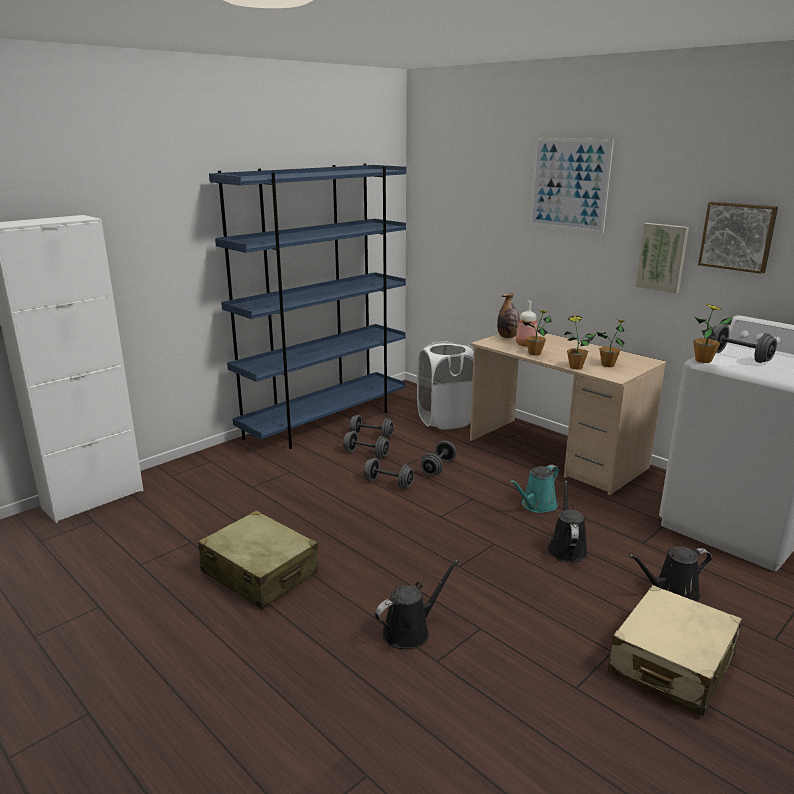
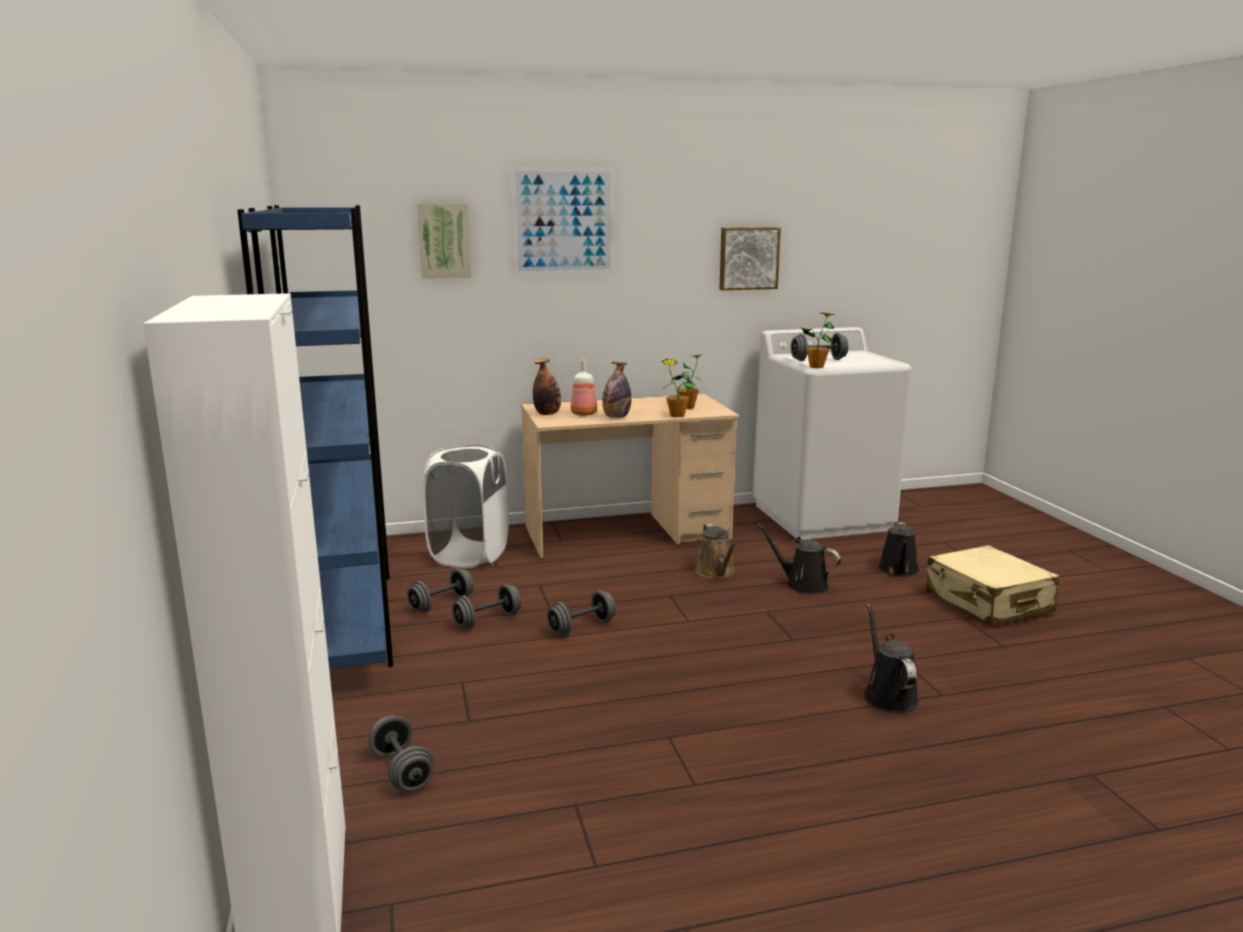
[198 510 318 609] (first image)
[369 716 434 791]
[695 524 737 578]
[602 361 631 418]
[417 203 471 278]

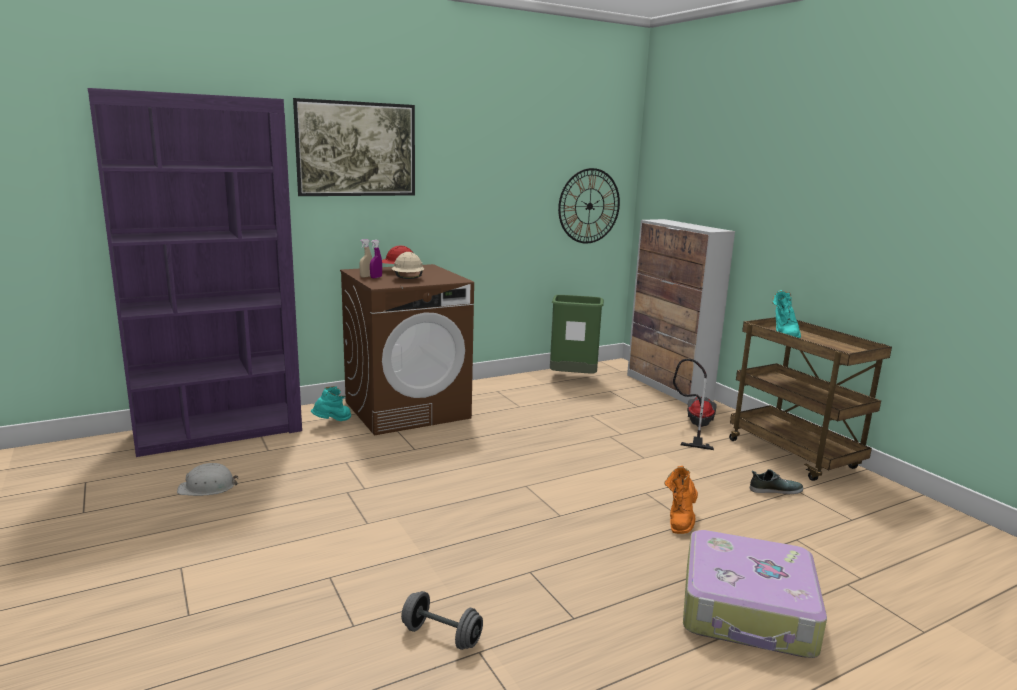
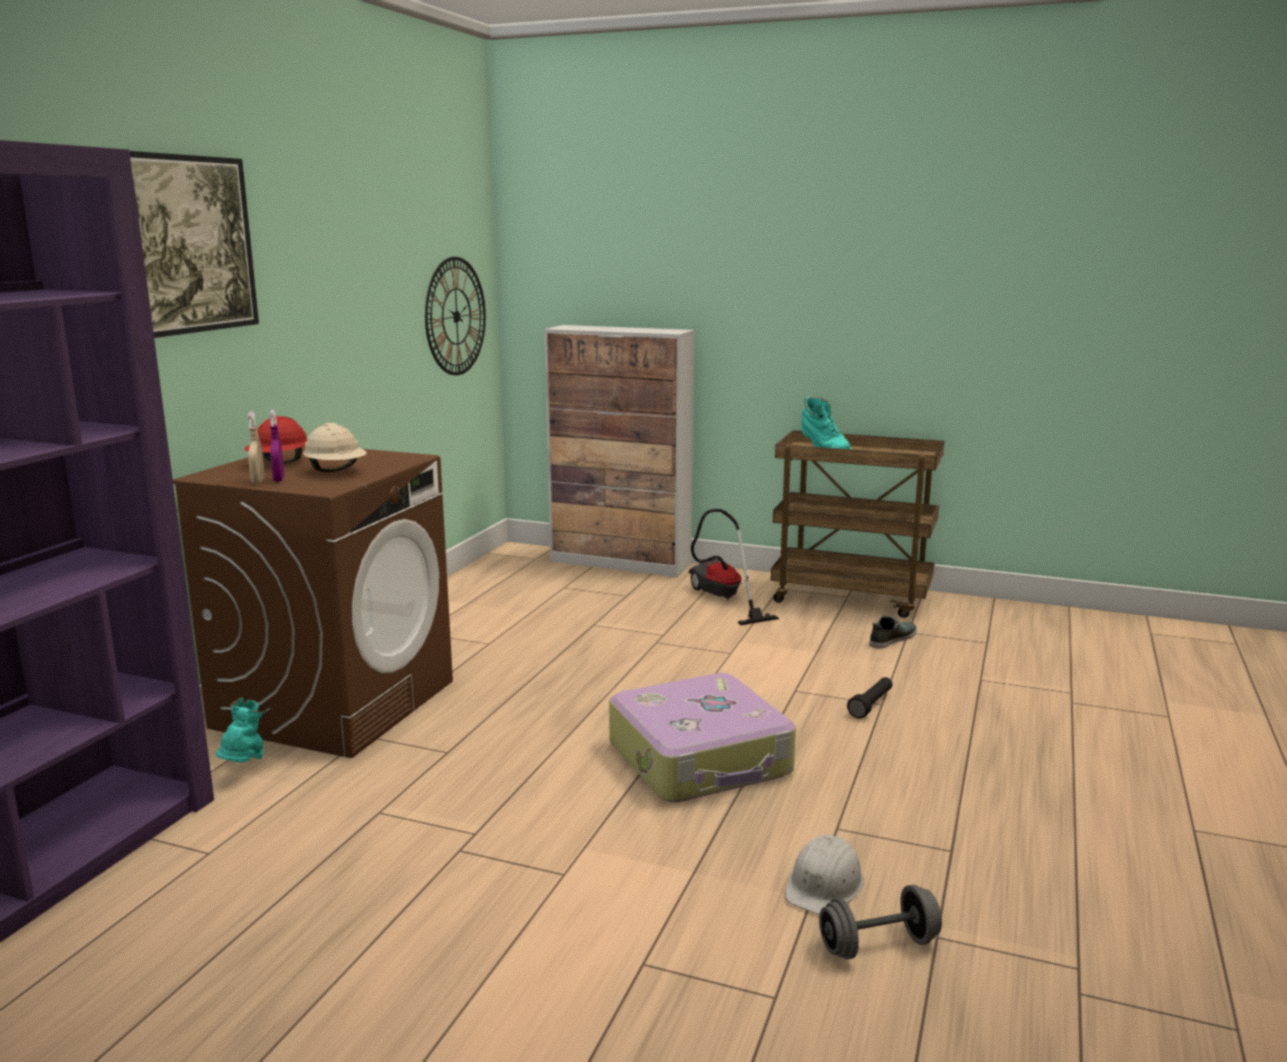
[785 835 864 914]
[550 295 604 374] (first image)
[847 677 893 719]
[609 673 796 803]

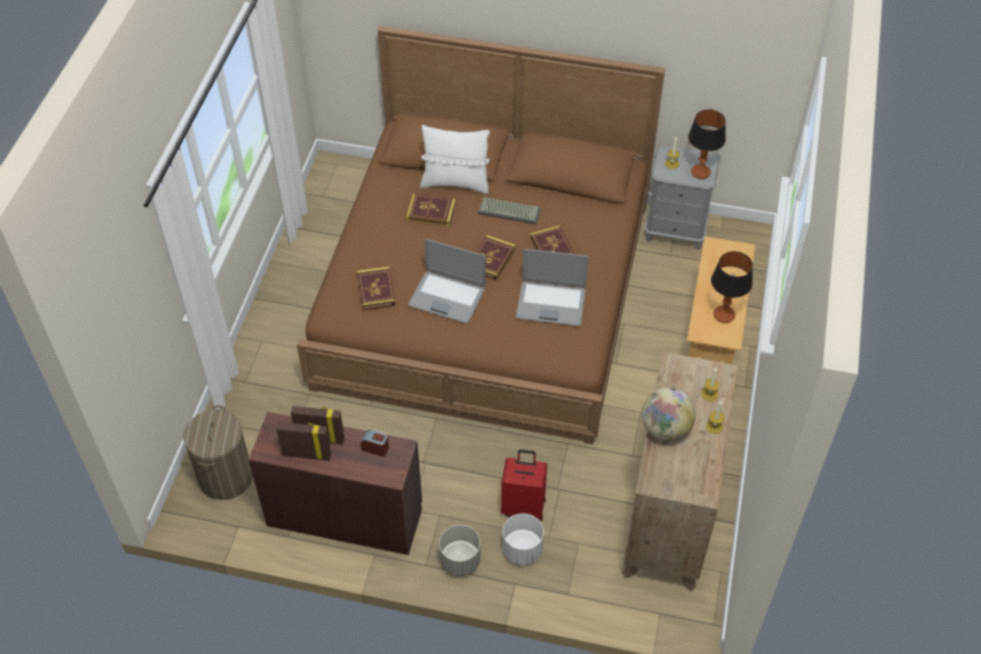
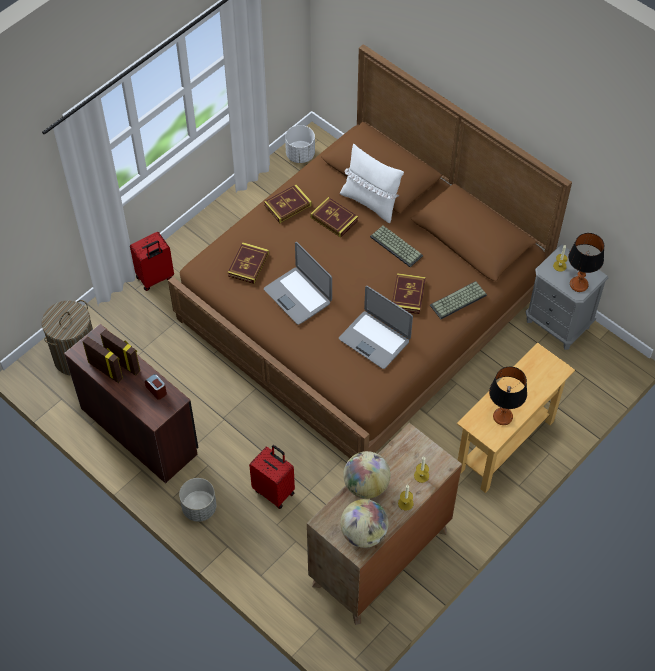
[264 184 312 223]
[285 125 315 163]
[130 232 174 291]
[340 499 388 548]
[430 281 487 319]

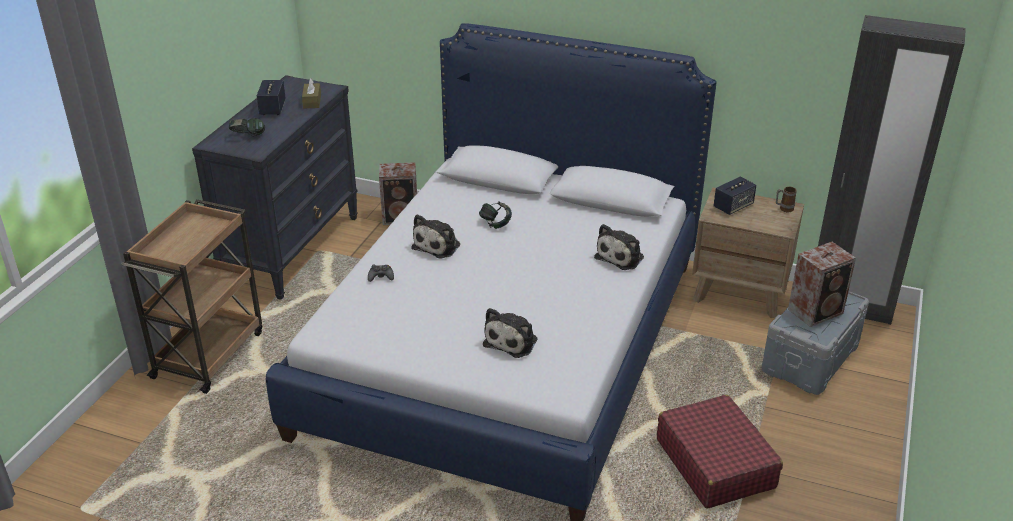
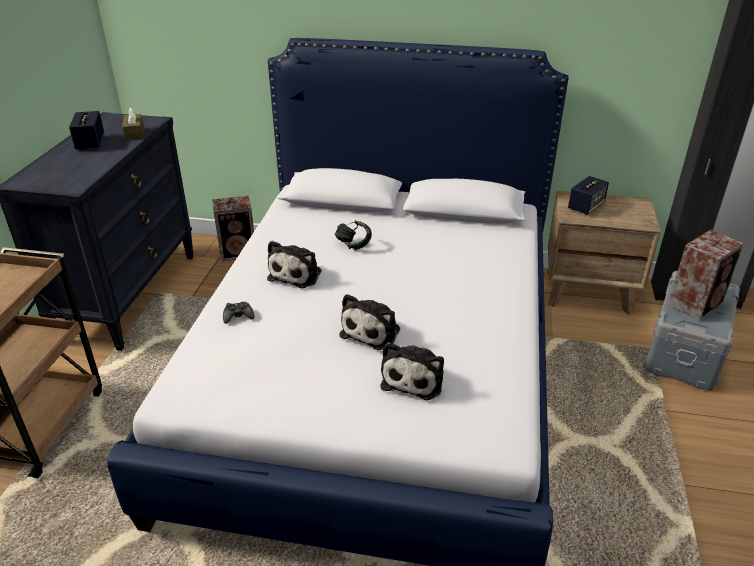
[229 117 265 136] (first image)
[340 294 400 350]
[657 395 783 508] (first image)
[776 187 796 212] (first image)

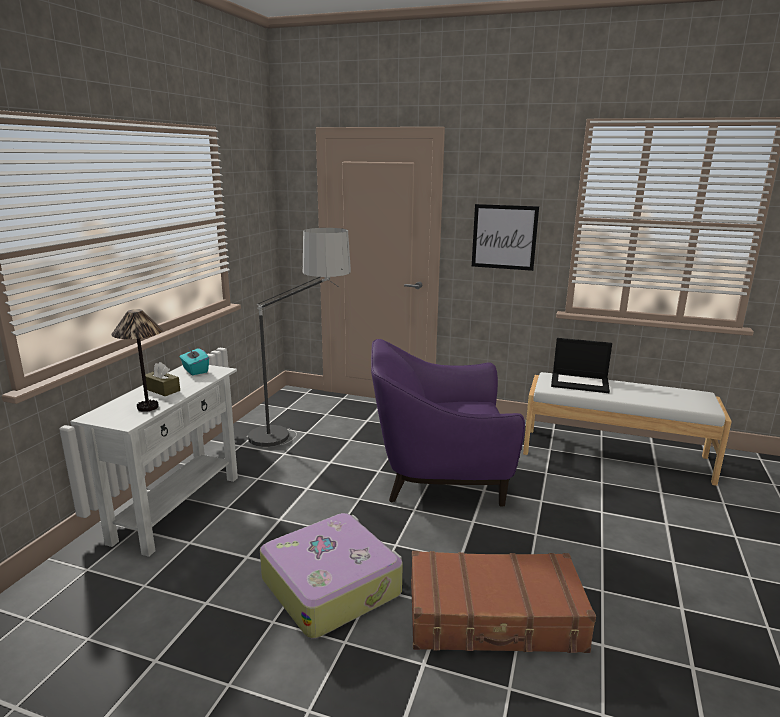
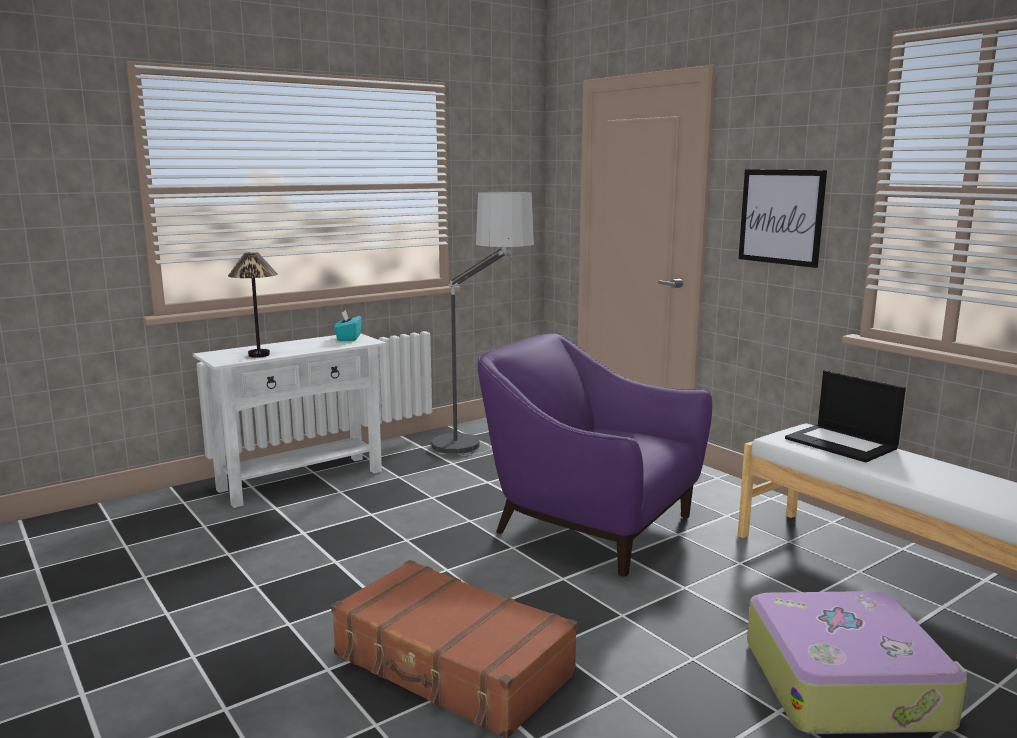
[145 362 180 396] (first image)
[747 591 967 734]

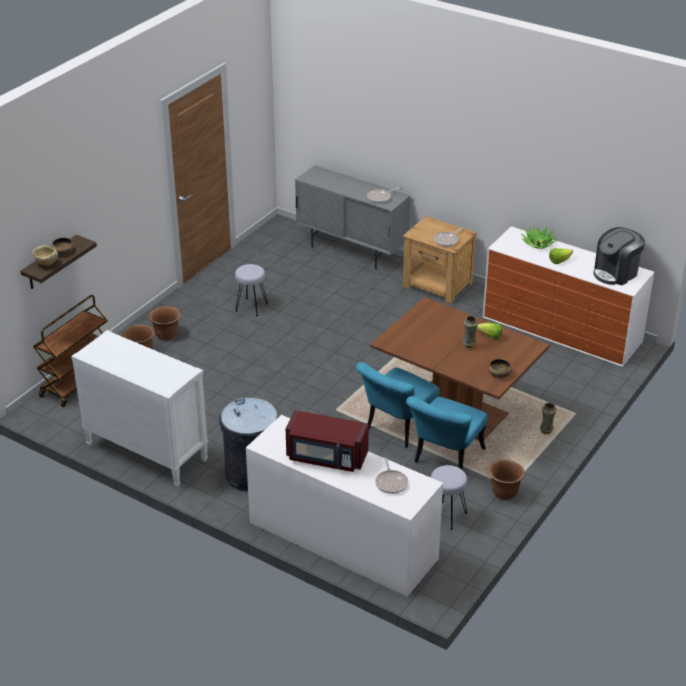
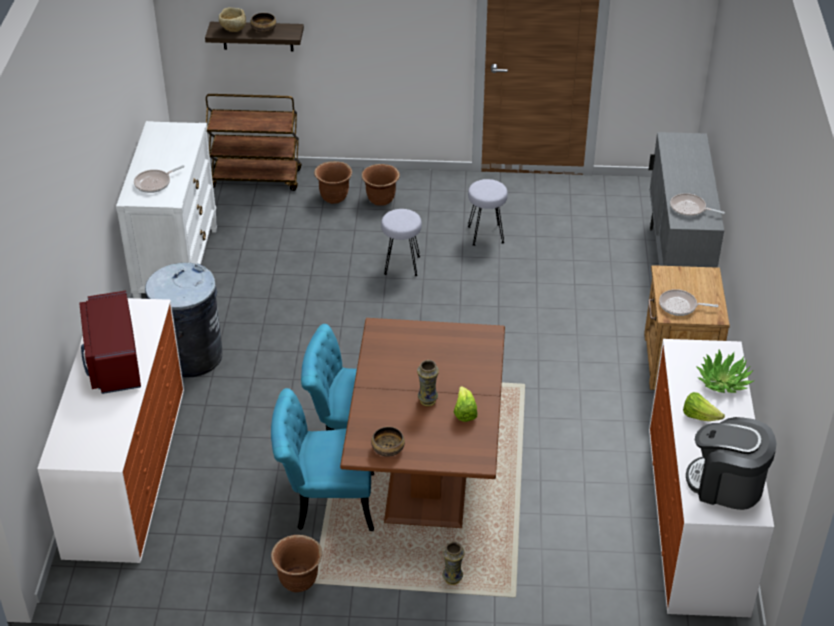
[134 165 185 193]
[381 209 422 276]

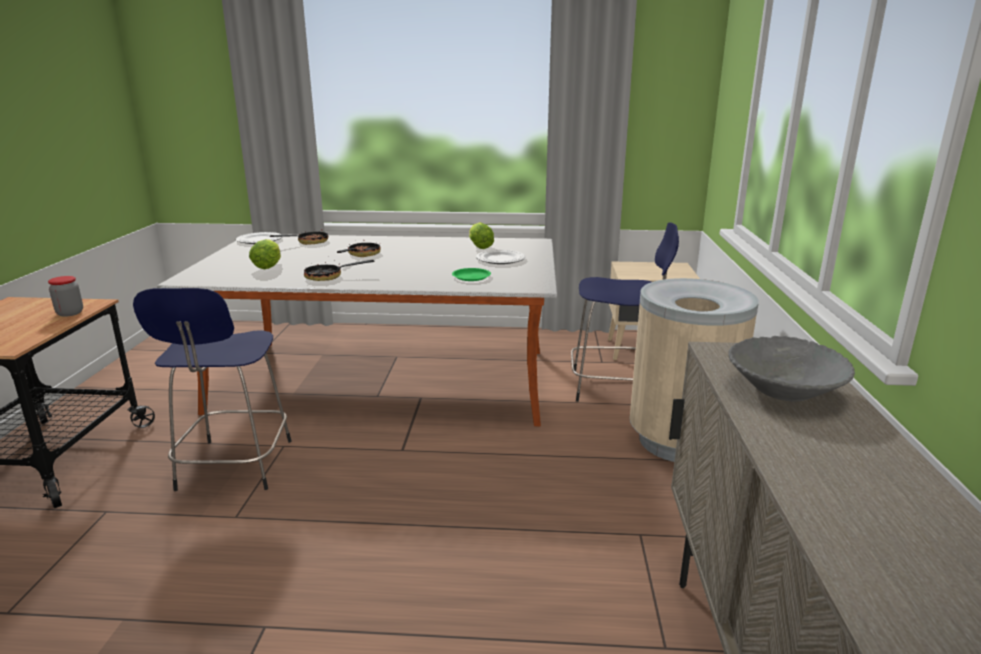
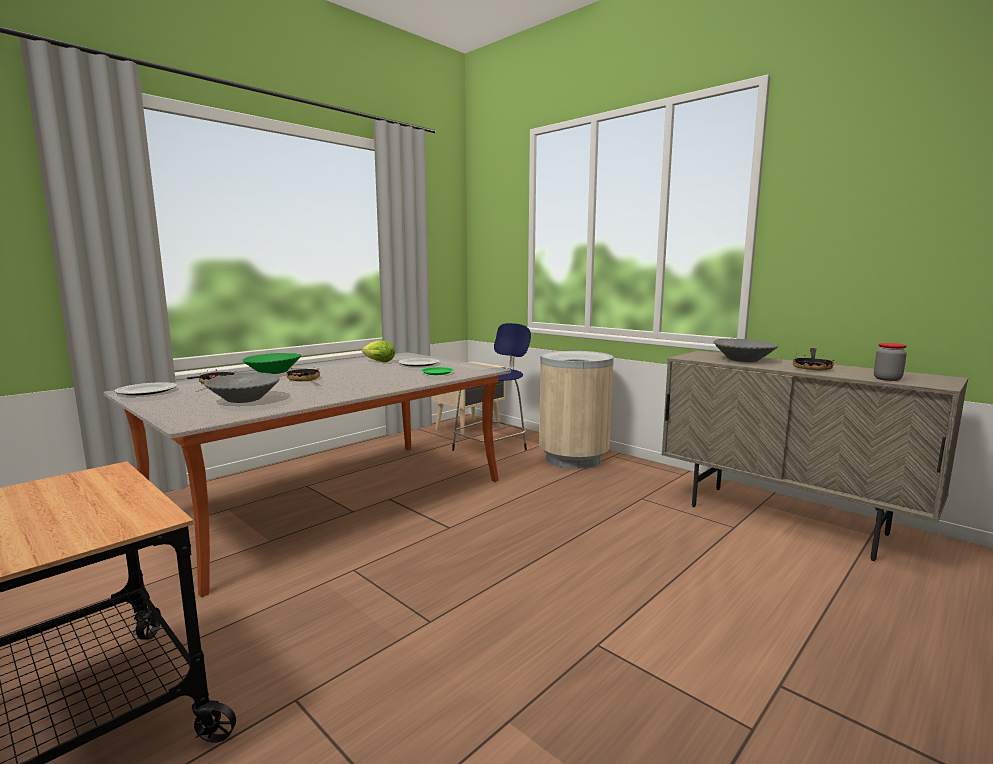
[874 343 907 381]
[133 288 292 491] (first image)
[204 372 280 403]
[793 348 834 371]
[243 353 301 374]

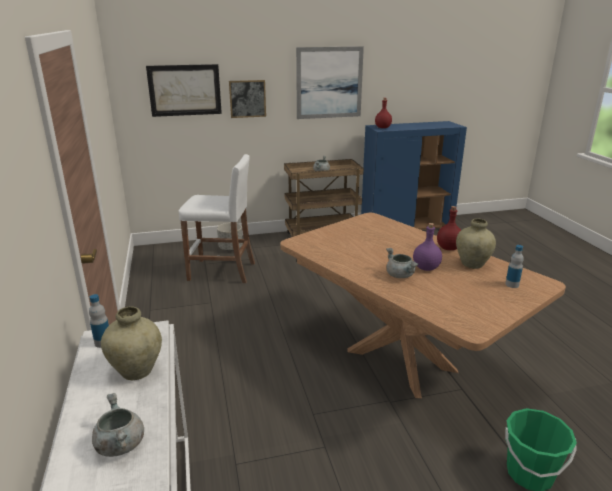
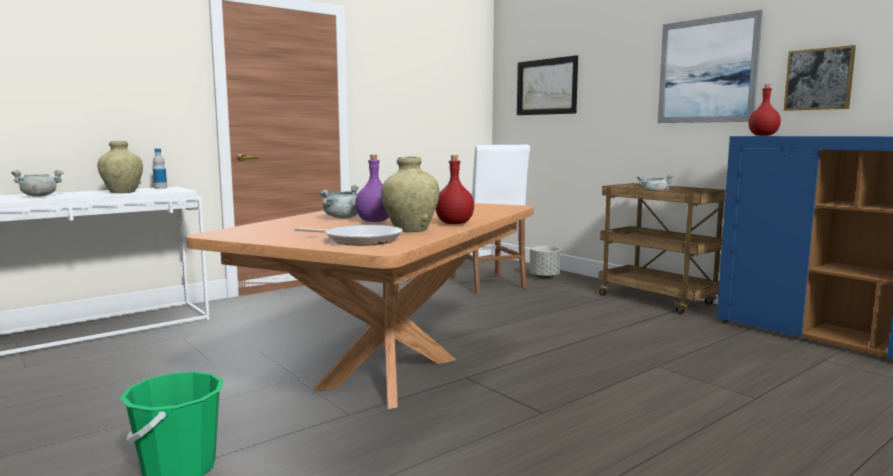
[784 45 856 111]
[294 225 403 246]

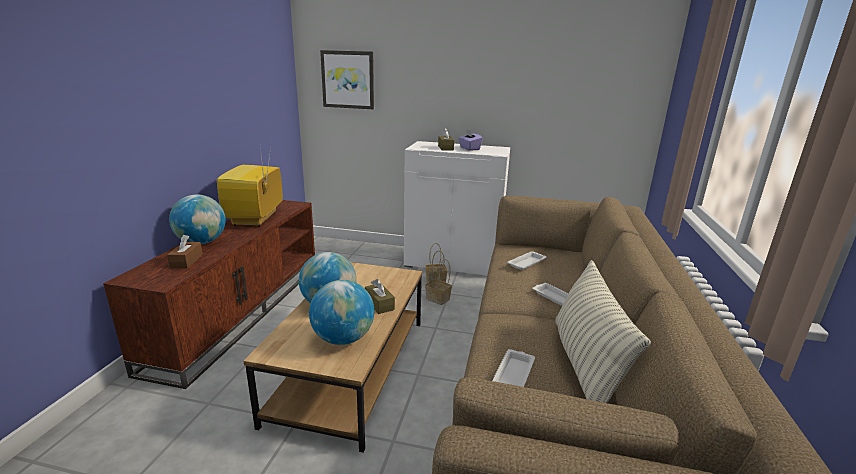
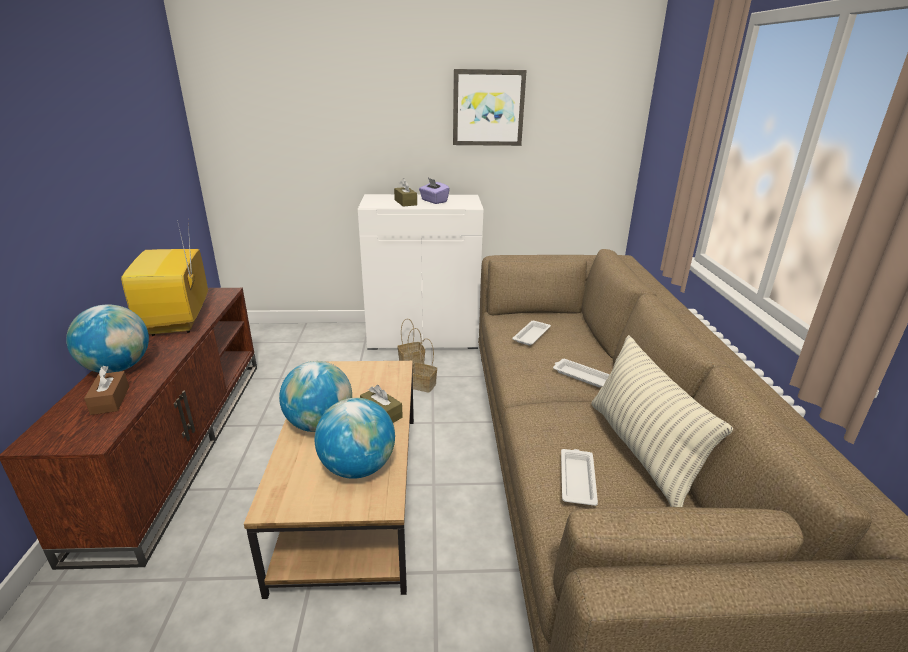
[453 69 527 146]

